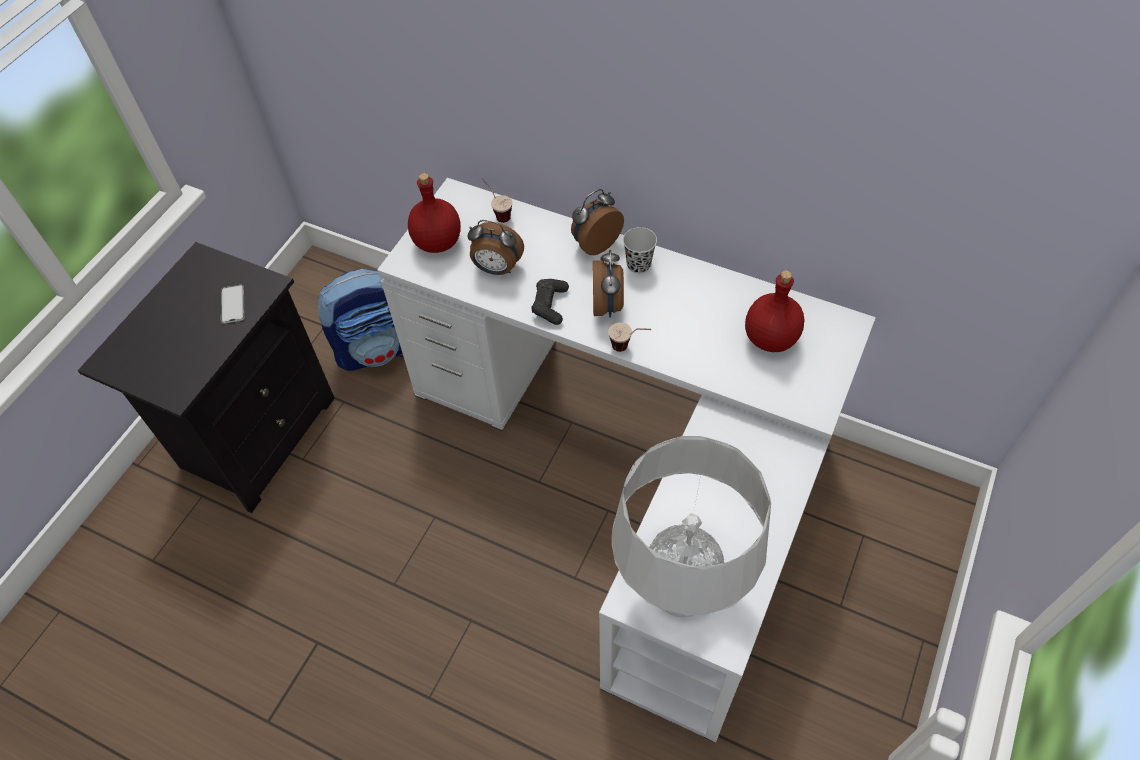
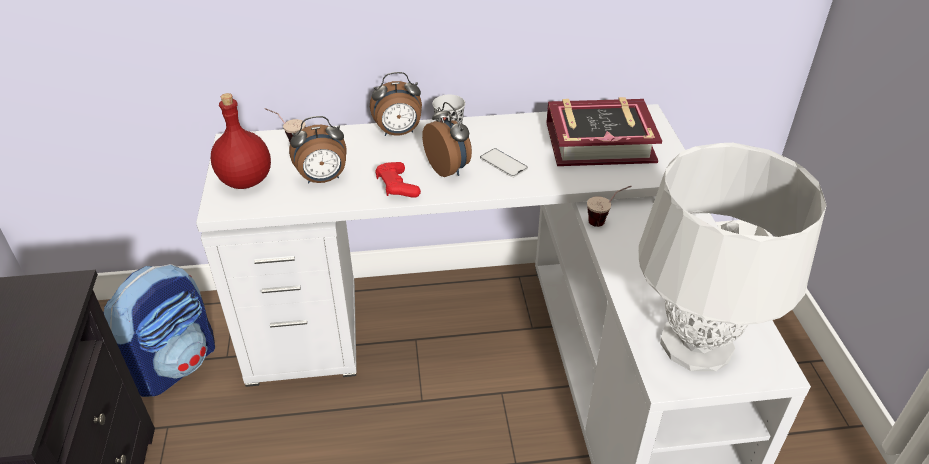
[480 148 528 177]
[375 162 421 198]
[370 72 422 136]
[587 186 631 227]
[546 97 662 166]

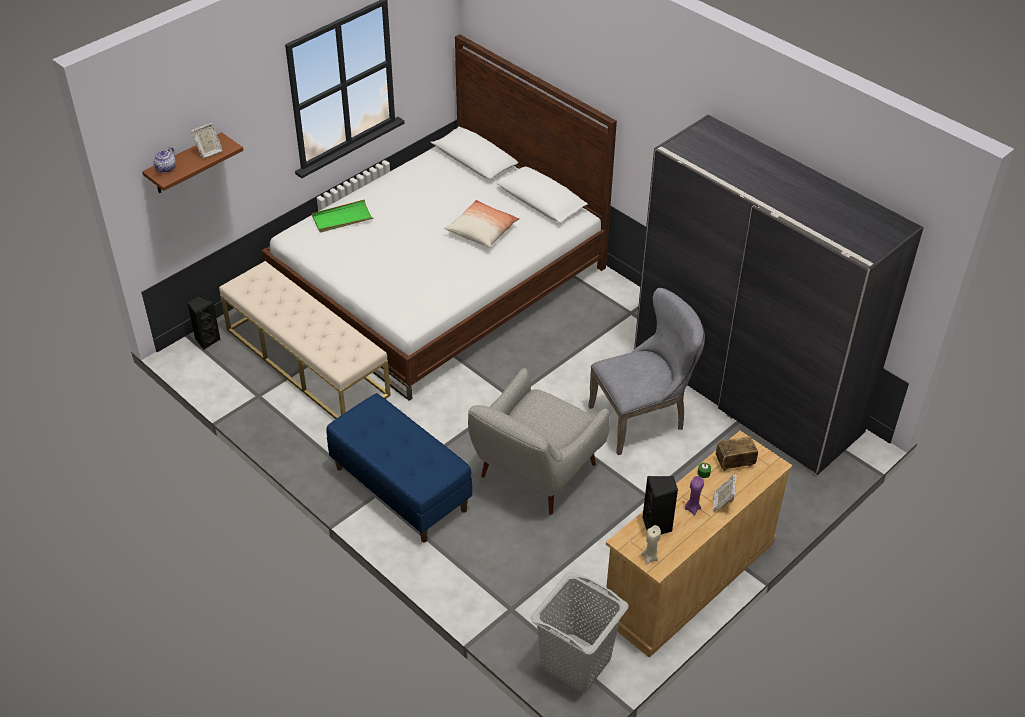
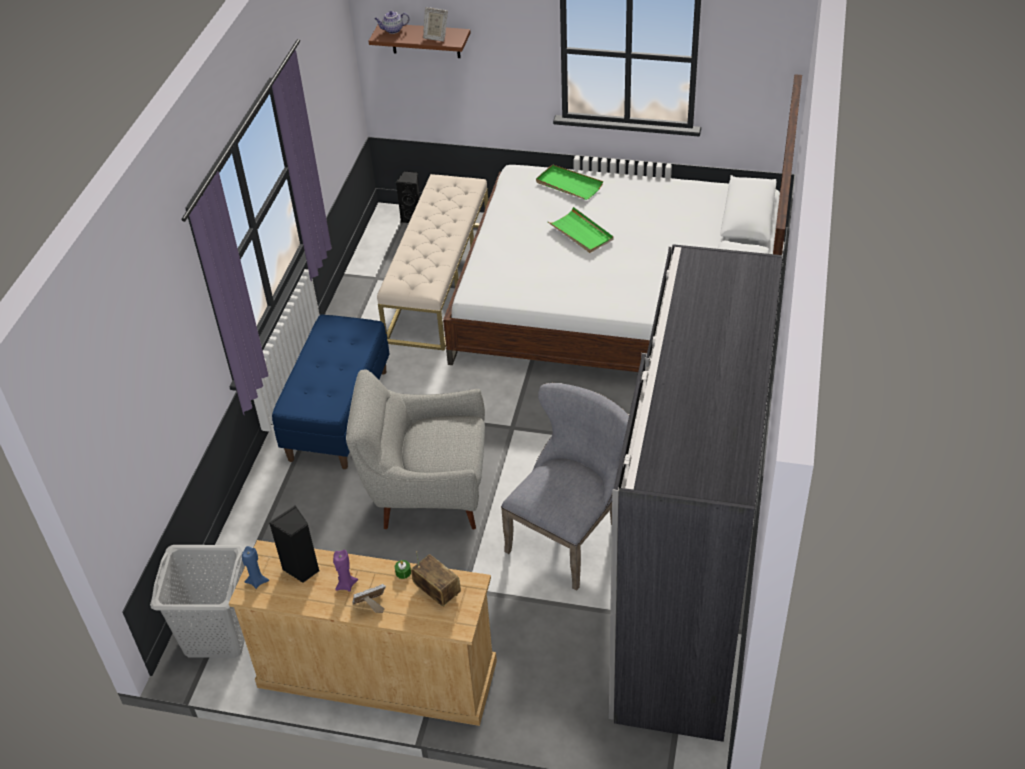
[444 200 520 248] (first image)
[501 383 629 591]
[242 546 269 589]
[547 207 614 253]

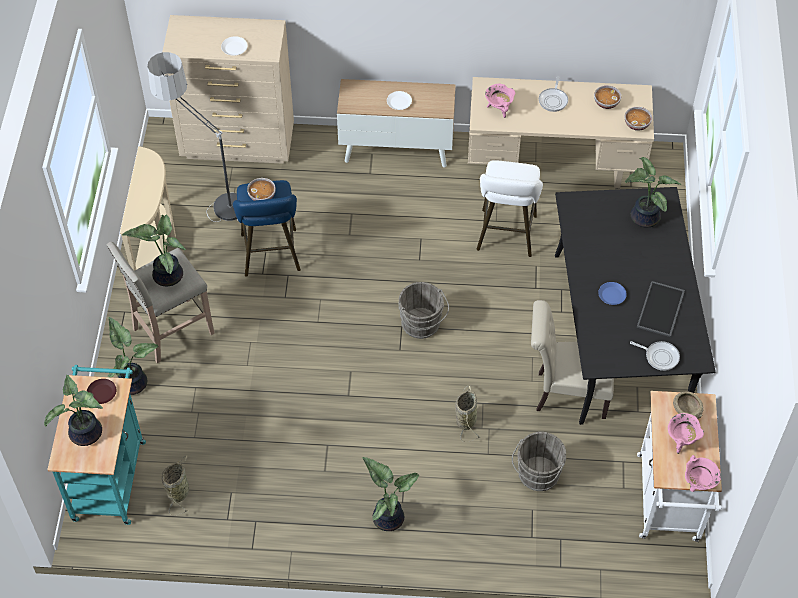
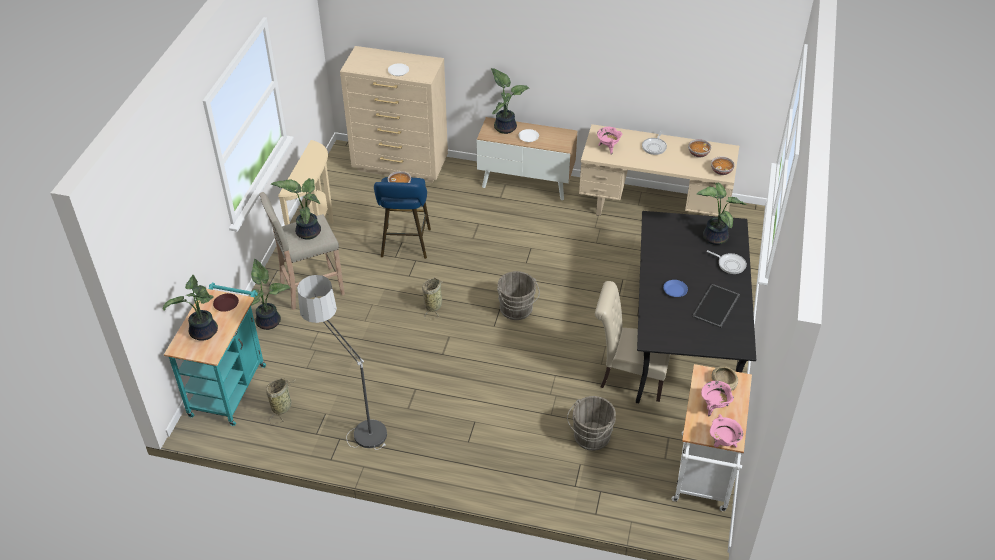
[297 275 387 450]
[491 68 530 134]
[422 277 443 319]
[476 160 543 257] (first image)
[707 250 747 274]

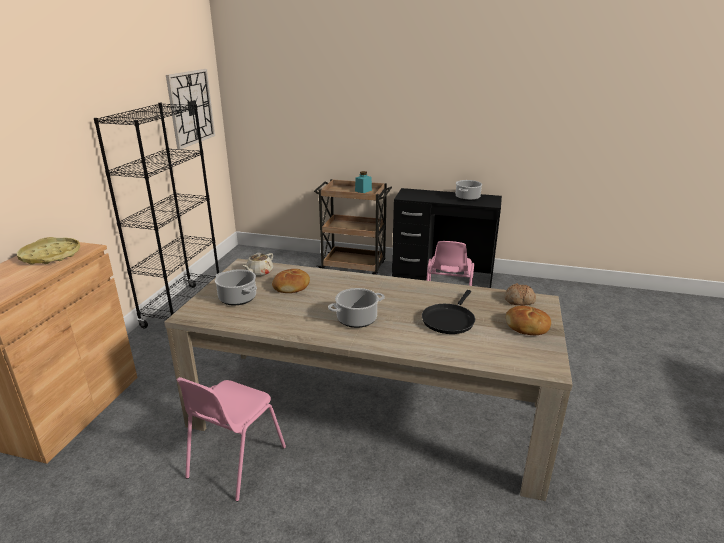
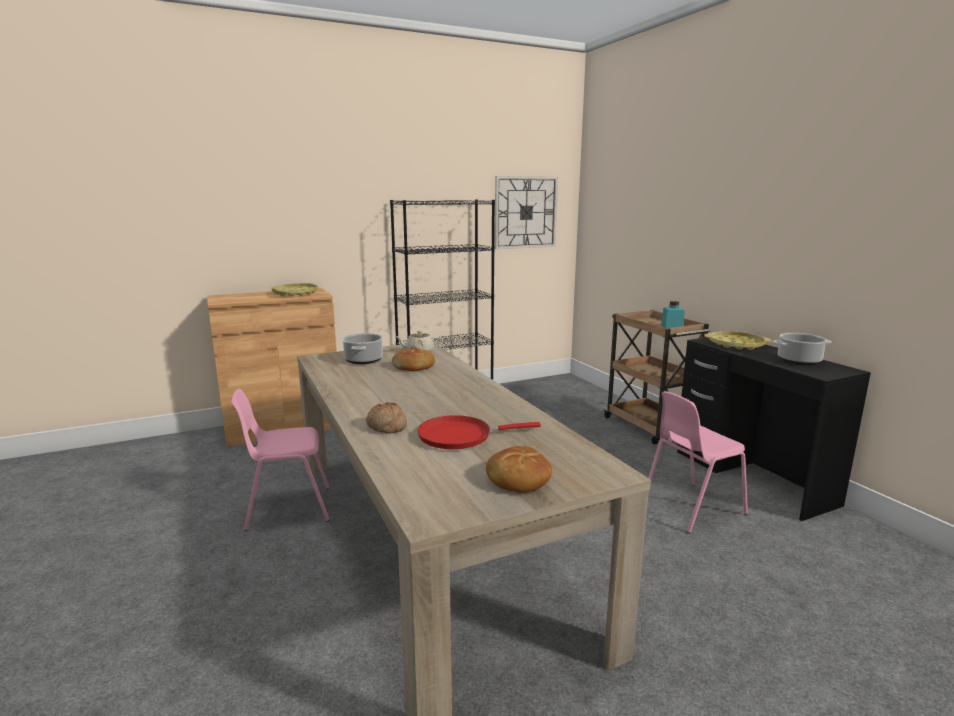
[328 288 385 328] (first image)
[417 415 541 449]
[366 402 407 434]
[704 331 771 350]

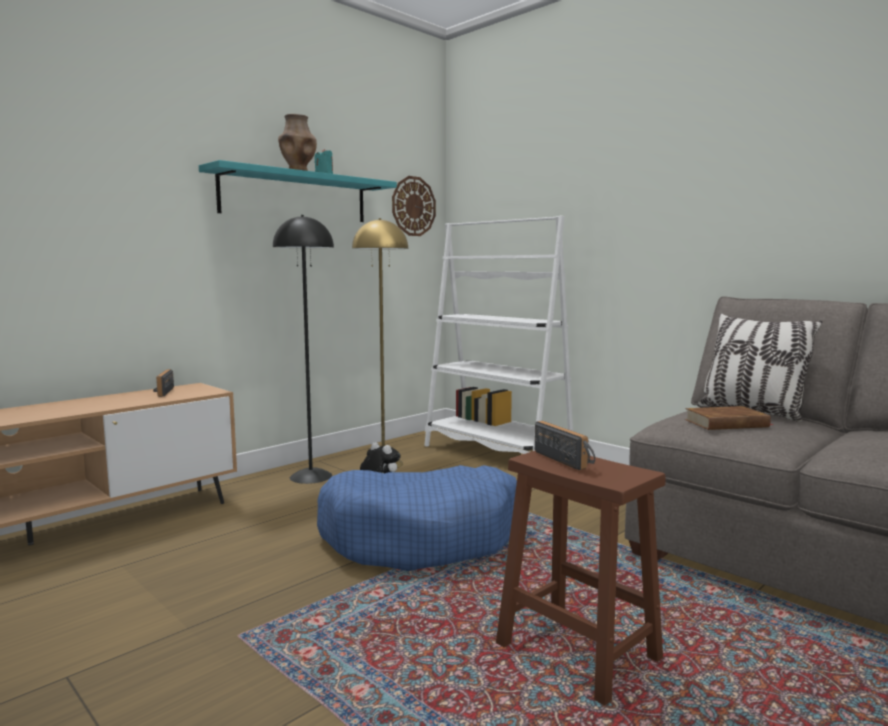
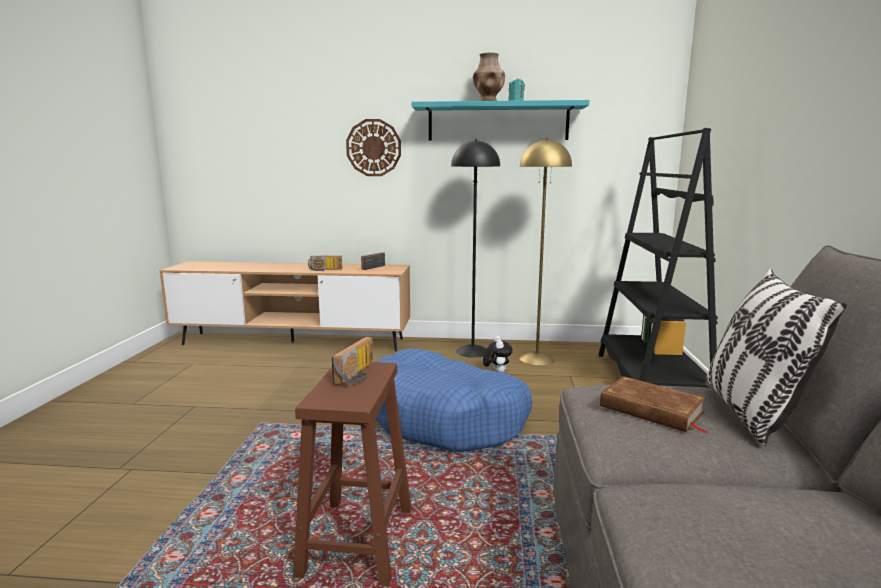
[346 119 401 176]
[599 128 718 388]
[308 255 342 271]

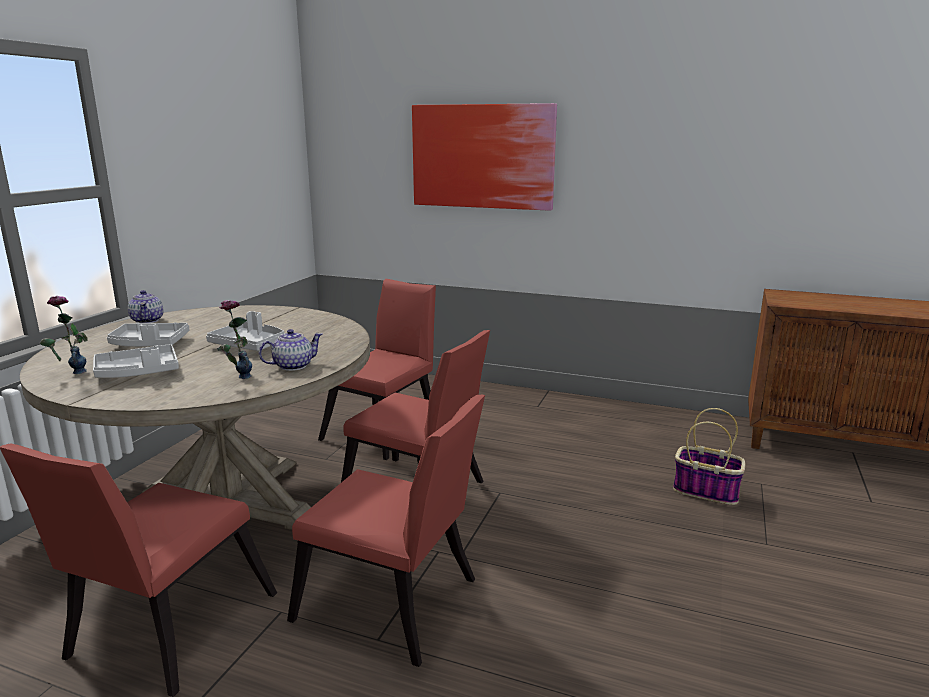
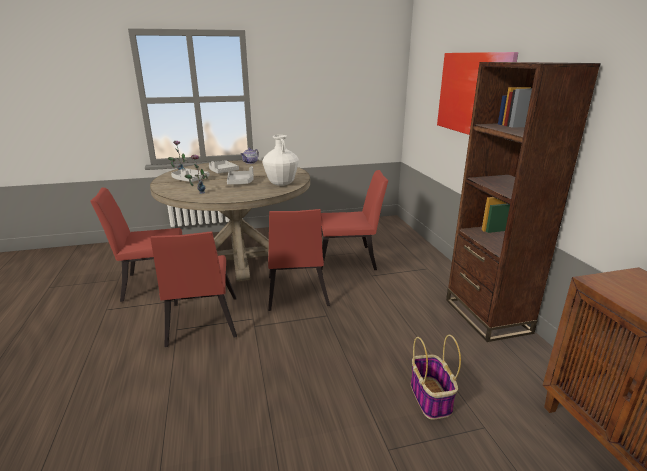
[259 329 322 371] (first image)
[262 135 299 186]
[446 62 601 342]

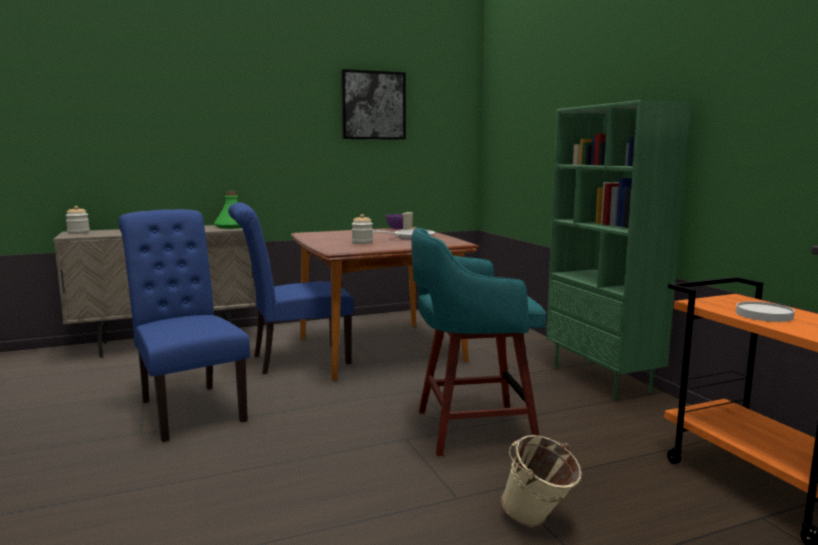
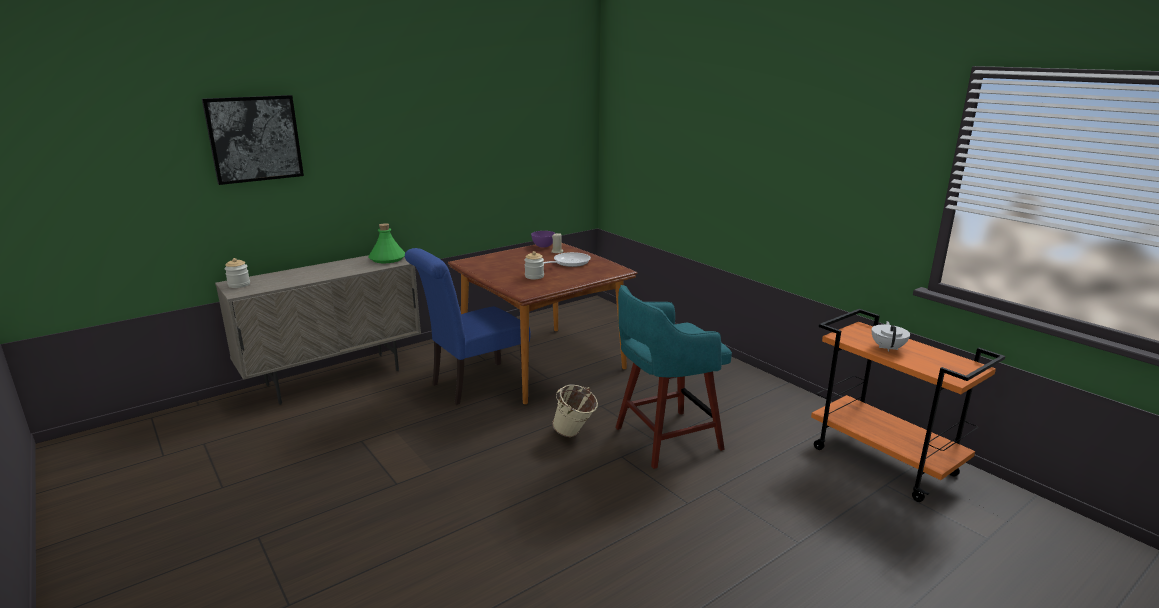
[119 209 250 442] (first image)
[202 95 304 185]
[552 385 598 437]
[546 100 691 400] (first image)
[872 321 910 352]

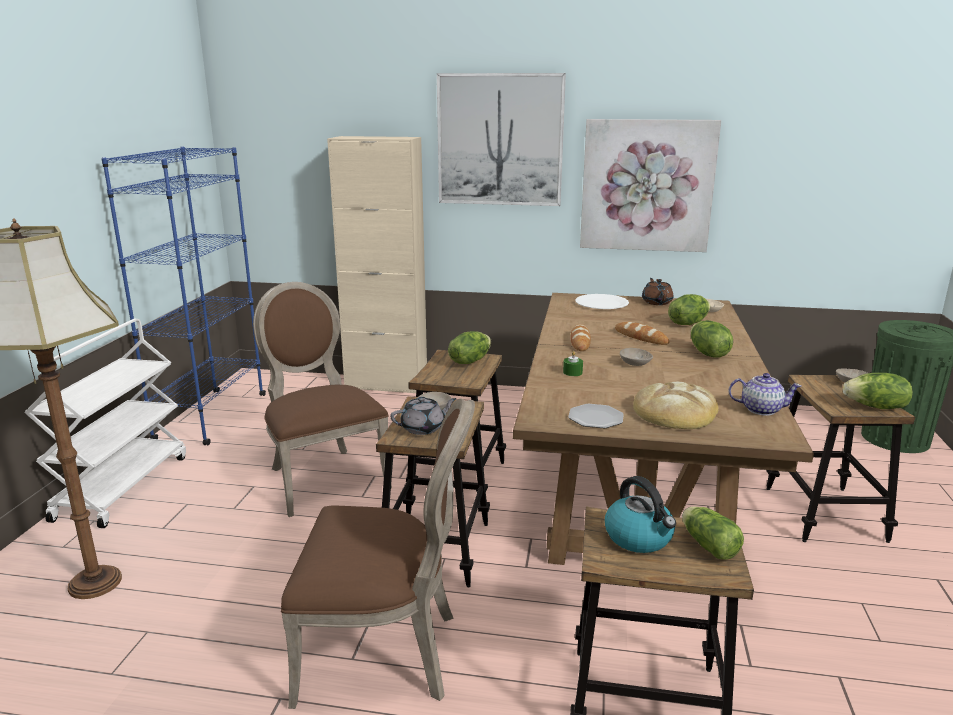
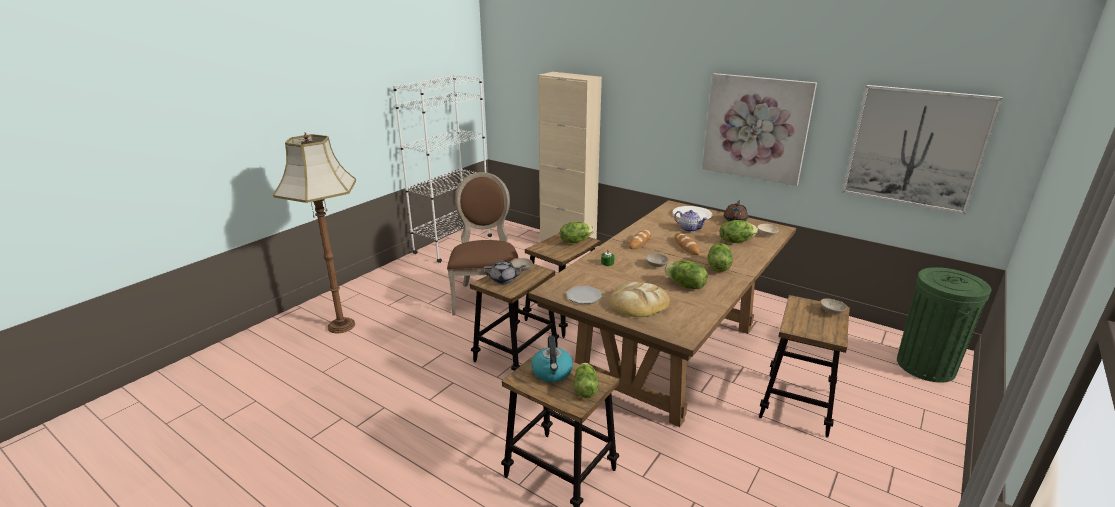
[24 319 186 528] (first image)
[393 74 492 263]
[281 399 475 709] (first image)
[842 85 1003 214]
[674 210 707 232]
[664 261 708 289]

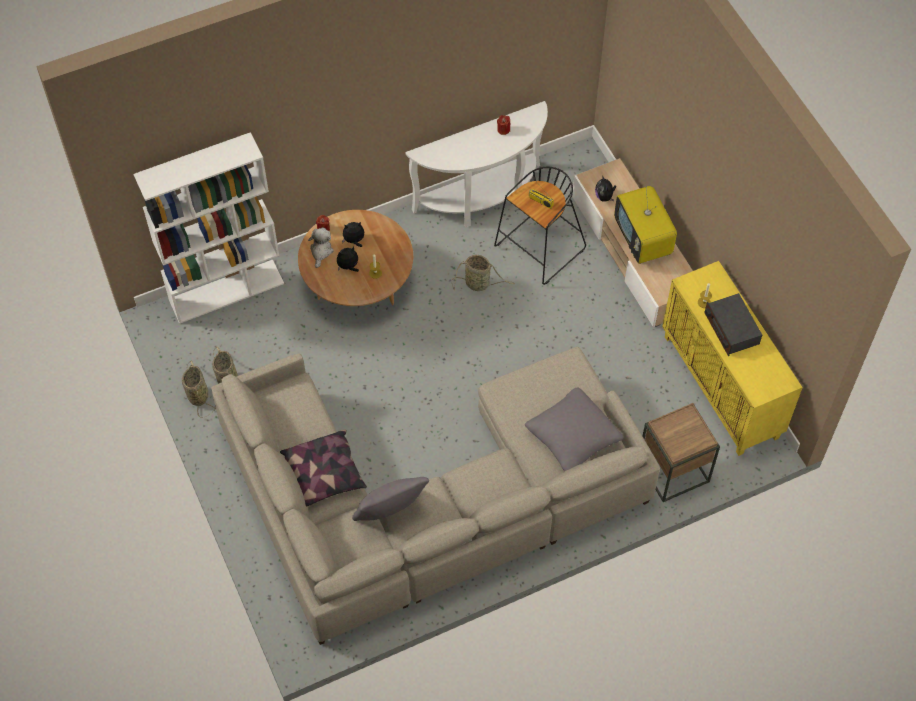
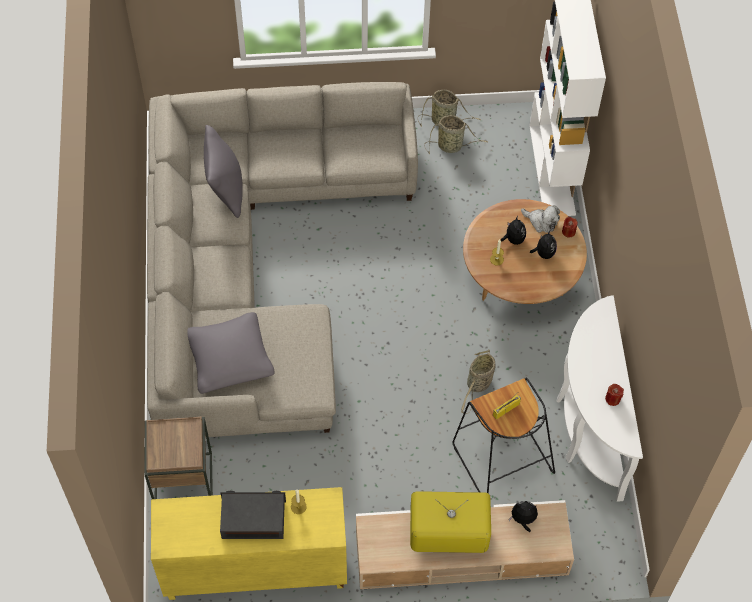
[280 429 367 507] (first image)

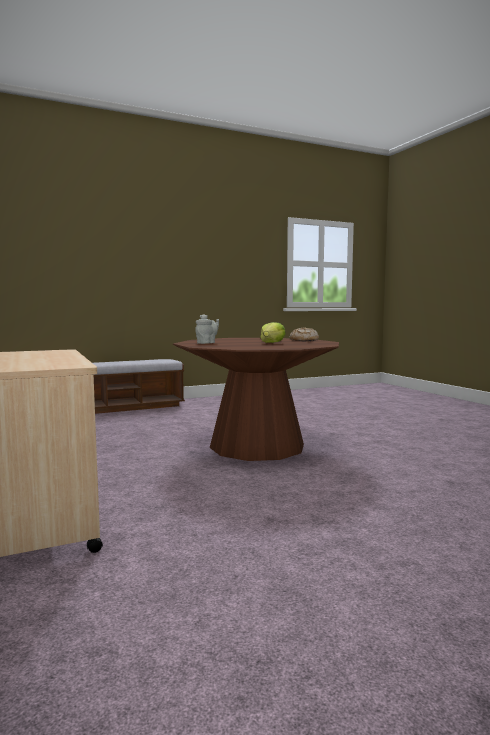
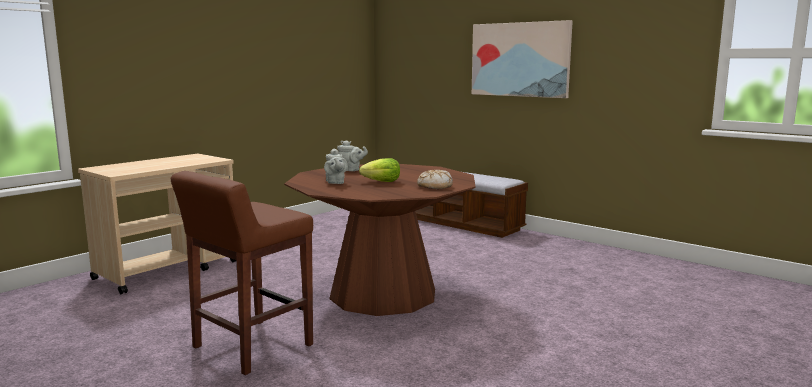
[171 171 313 375]
[324 149 348 184]
[472 20 573 98]

